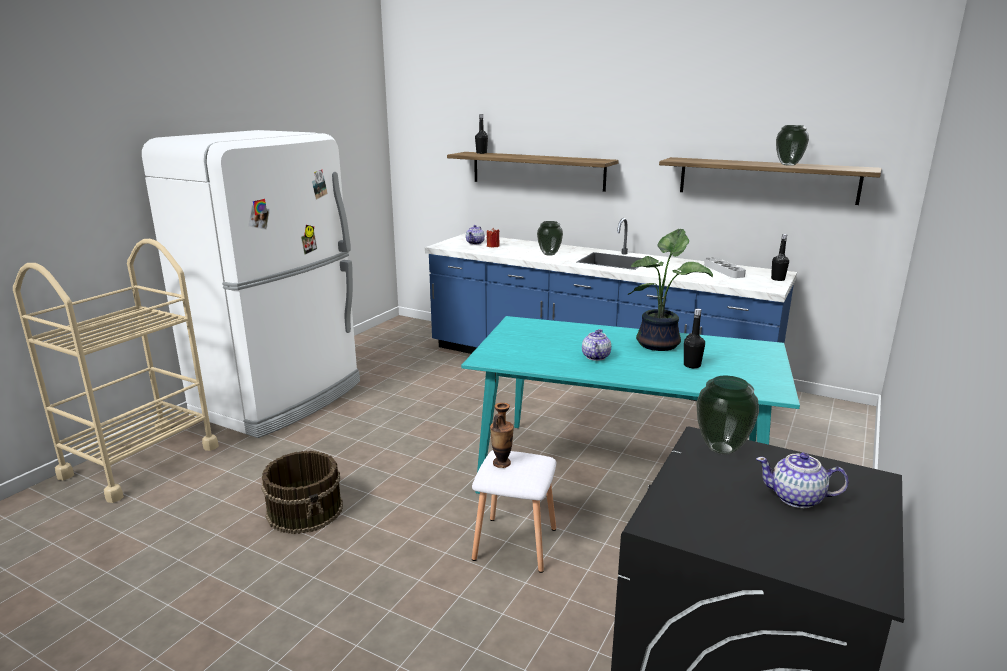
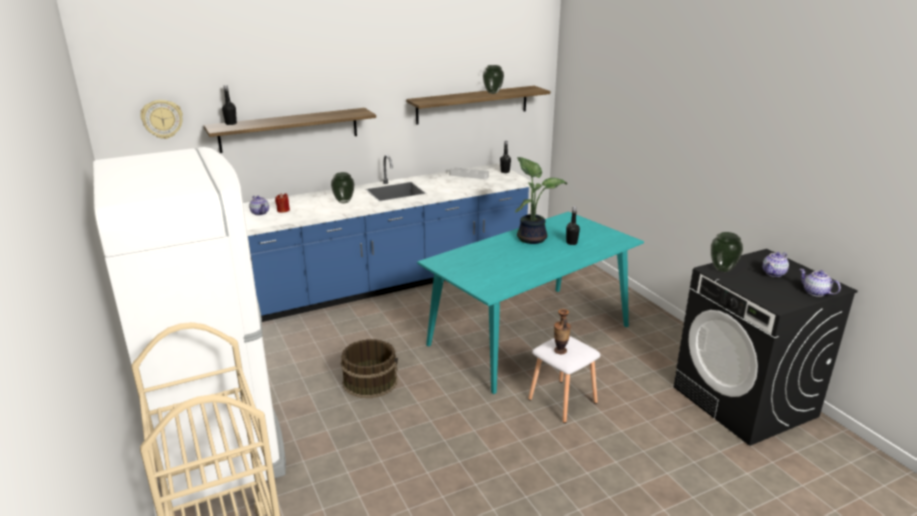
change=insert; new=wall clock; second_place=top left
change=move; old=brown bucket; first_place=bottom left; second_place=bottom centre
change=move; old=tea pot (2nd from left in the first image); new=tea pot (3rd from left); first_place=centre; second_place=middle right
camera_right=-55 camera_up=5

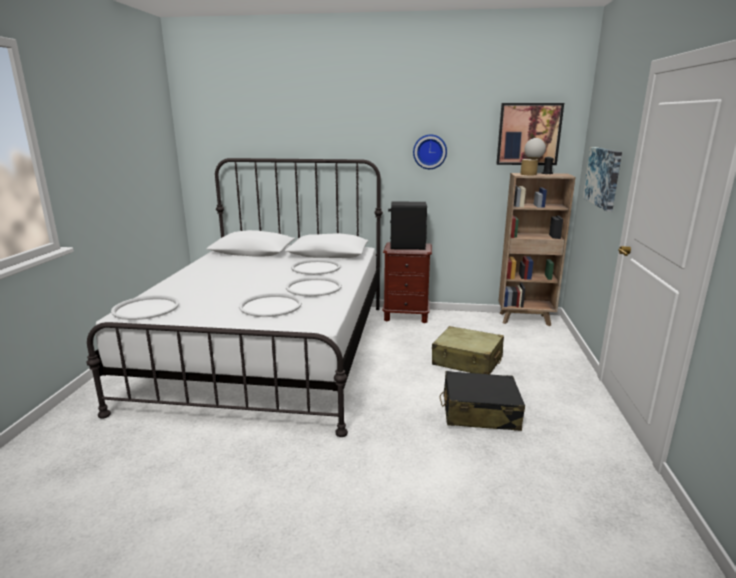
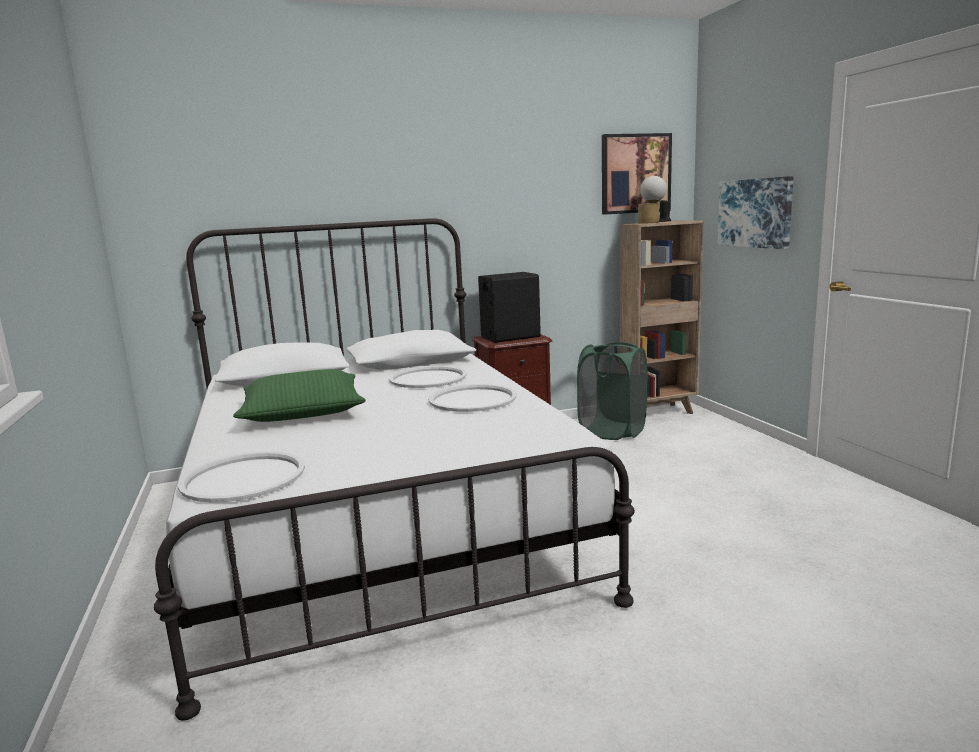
change=insert; new=green throw pillow; second_place=middle left
change=insert; new=green laundry basket; second_place=centre
change=delete; old=white-coloured carrying tray (2nd from left); first_place=centre
change=delete; old=wall clock; first_place=top centre
change=delete; old=beige suitcase; first_place=centre
change=delete; old=black suitcase; first_place=bottom centre
camera_right=-25 camera_up=-5

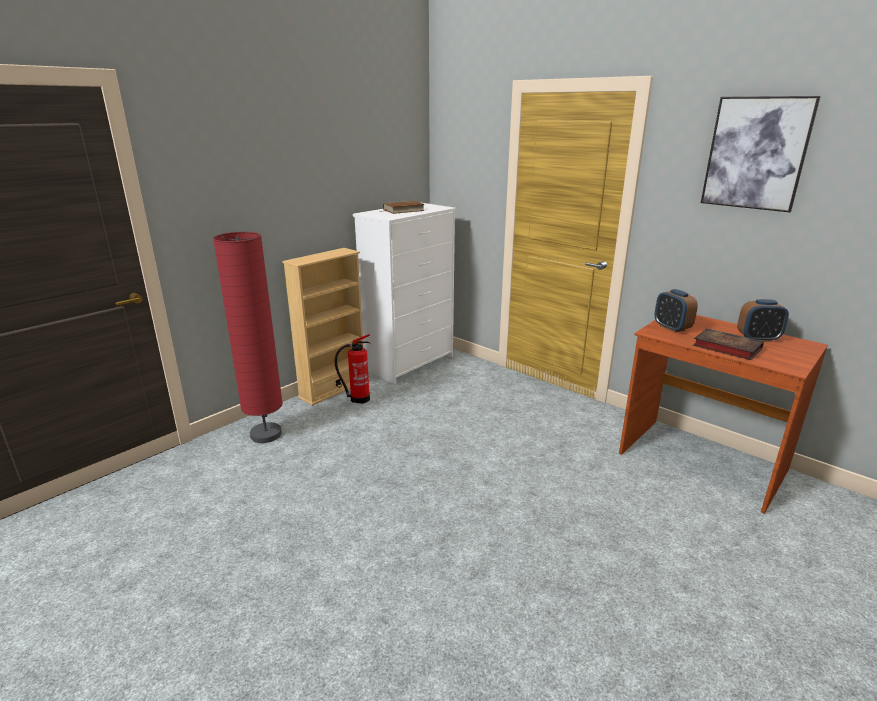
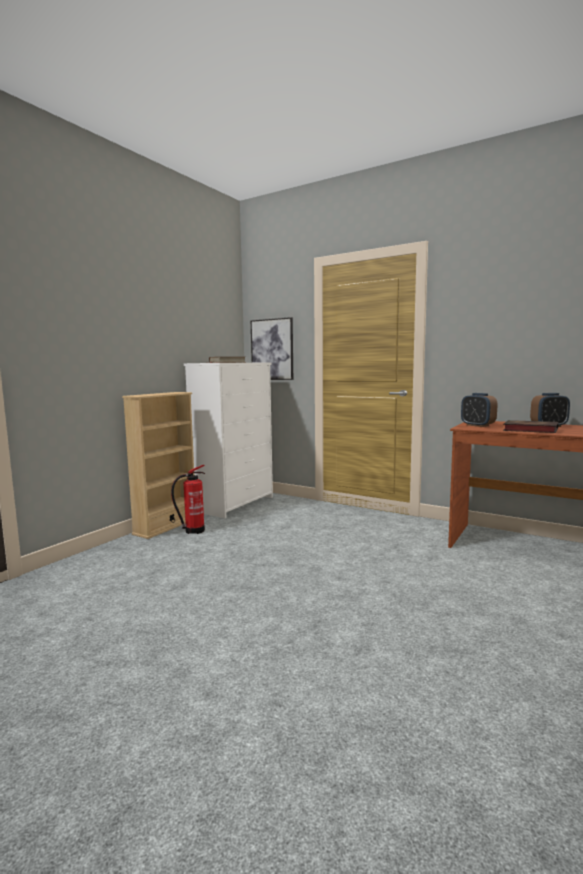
change=move; old=wall picture; first_place=top right; second_place=centre
change=delete; old=reddish floor lamp; first_place=middle left
camera_right=-10 camera_up=-15

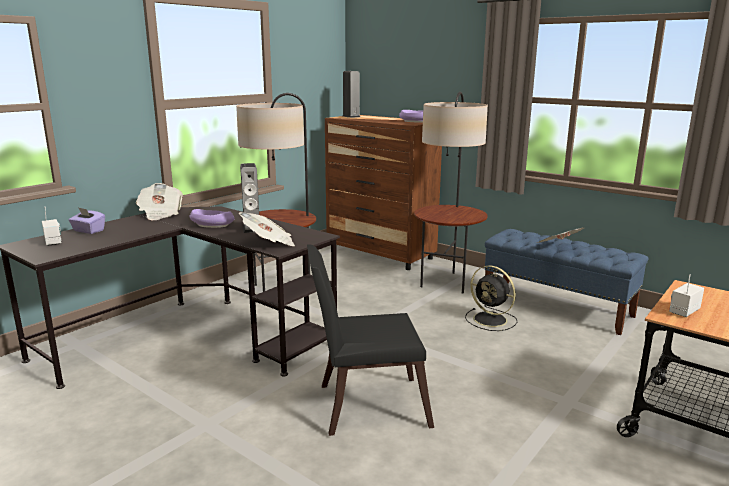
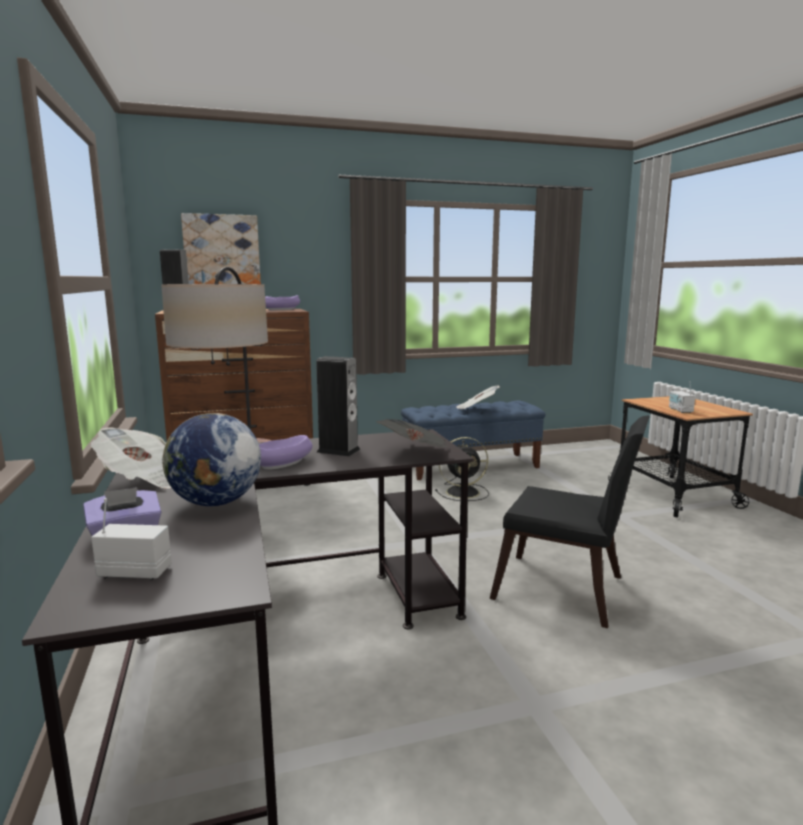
change=insert; new=desk globe; second_place=middle left
change=insert; new=wall picture; second_place=top left
change=rotate; old=black plain chair; first_place=bottom centre; second_place=middle right; degrees=-90
change=delete; old=floor lamp (2nd from left); first_place=centre
camera_right=-55 camera_up=-5

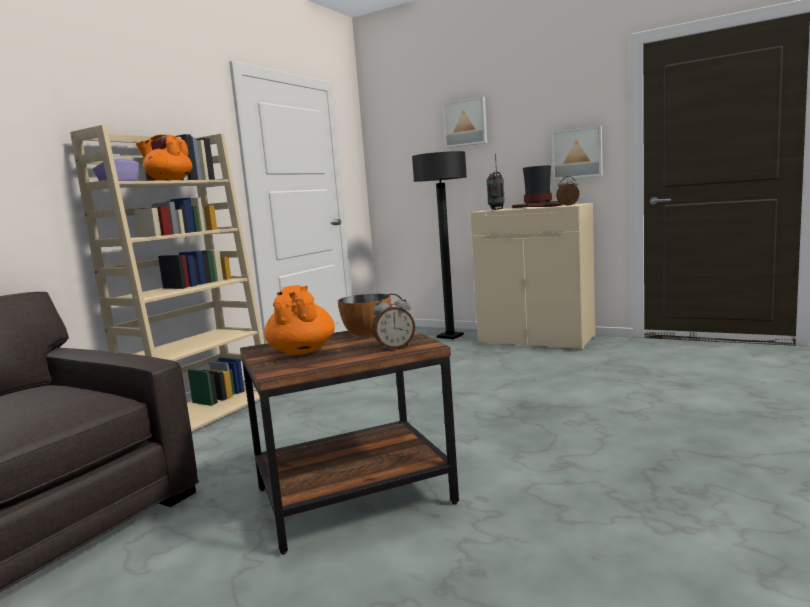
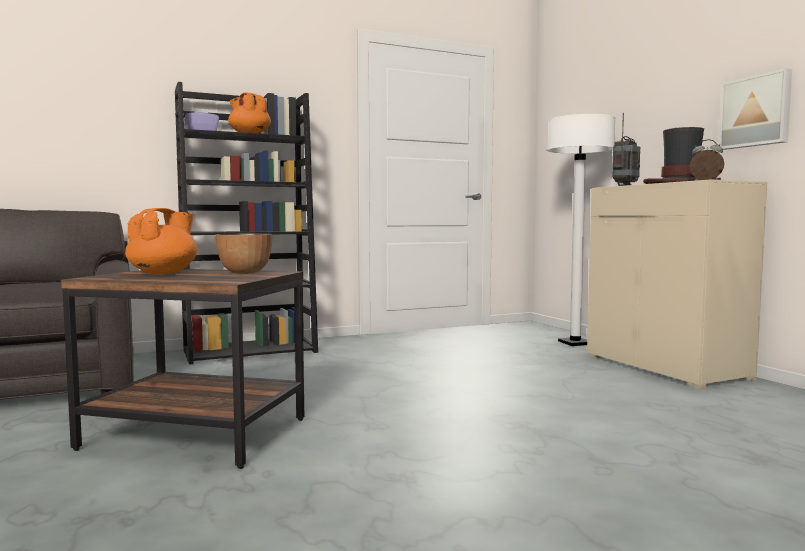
change=recolor; old=beige bookcase; new=black bookcase; first_place=middle left; second_place=middle left
change=recolor; old=black floor lamp; new=white-coloured floor lamp; first_place=centre; second_place=middle right
change=delete; old=table clock (1st from left); first_place=centre
change=delete; old=wall picture (1st from left); first_place=top centre
camera_right=35 camera_up=-5

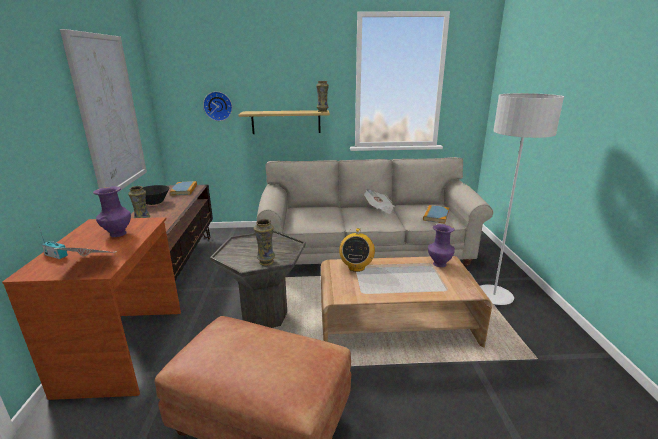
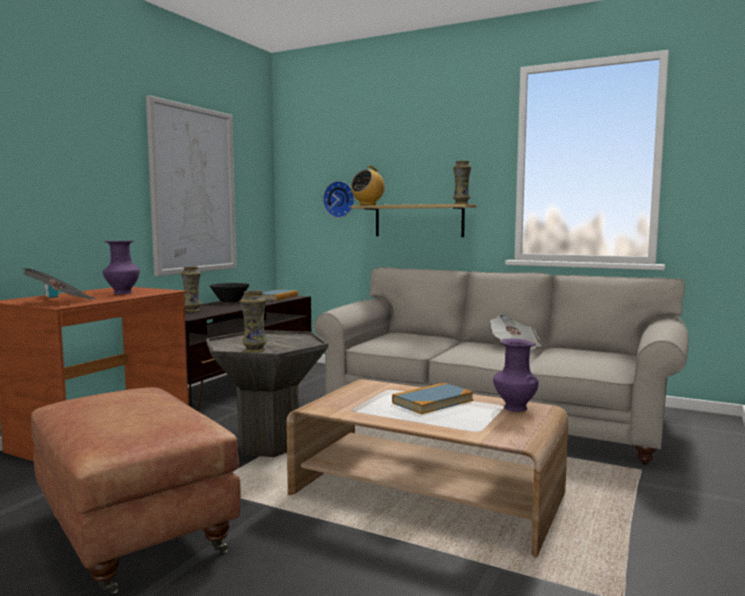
change=move; old=radio receiver (2nd from left); first_place=centre; second_place=top centre
change=move; old=bound book (2nd from left); first_place=centre; second_place=bottom centre
change=delete; old=gray floor lamp; first_place=middle right
camera_right=30 camera_up=-15

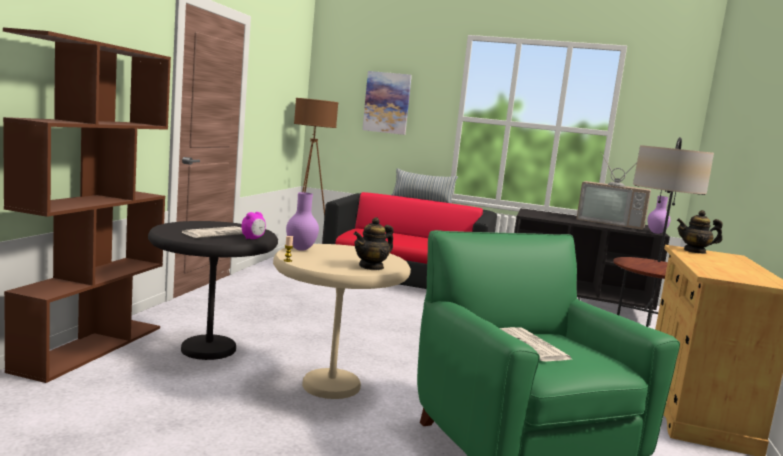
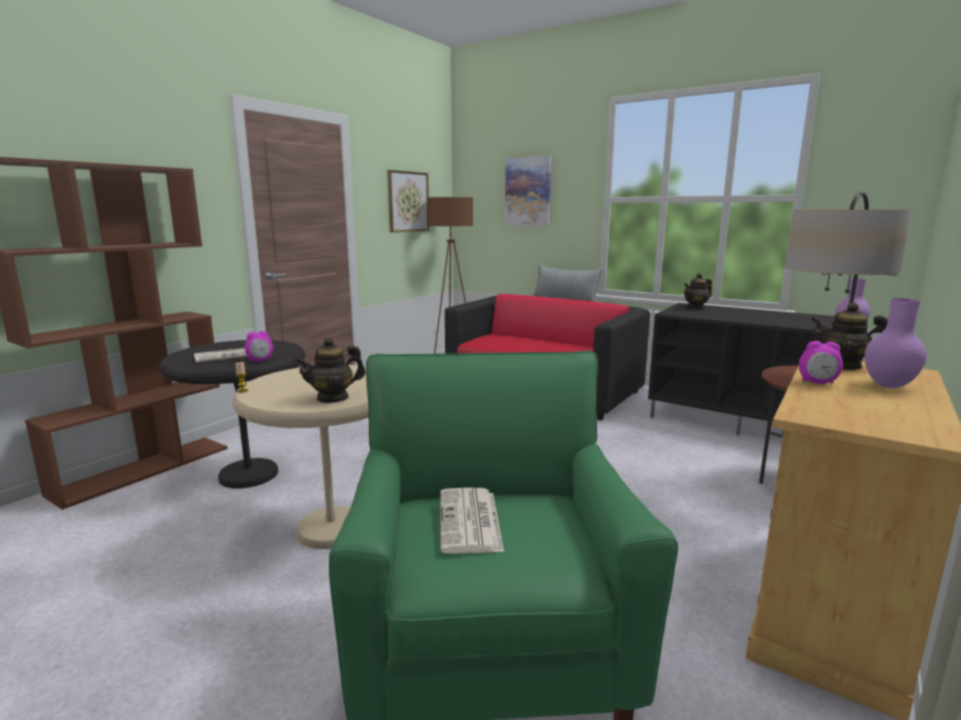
change=insert; new=wall picture (1st from left); second_place=top centre
change=insert; new=tea pot (2nd from left); second_place=middle right
change=insert; new=table clock (2nd from left); second_place=middle right
change=move; old=purple-coloured decorative vase (1st from left in the first image); new=purple-coloured decorative vase (2nd from left); first_place=centre; second_place=middle right
change=delete; old=TV set; first_place=middle right
camera_right=20 camera_up=5

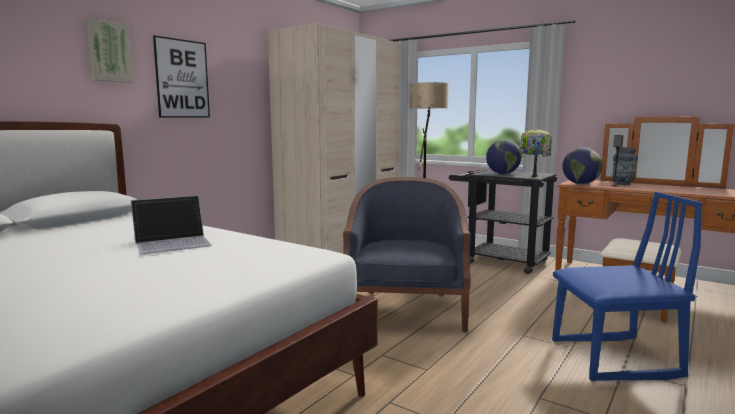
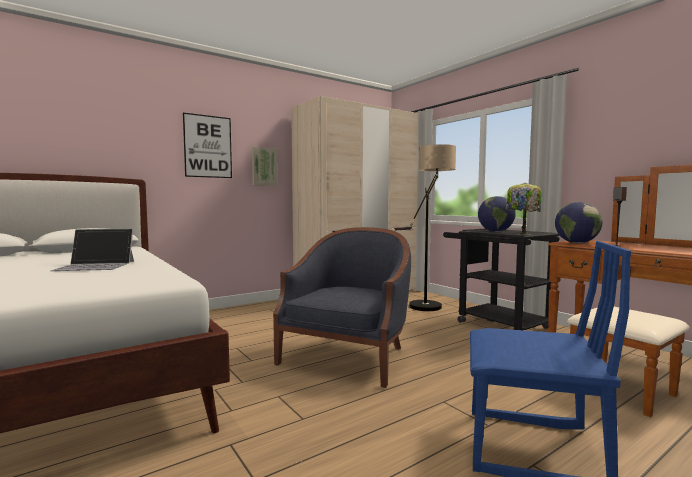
change=move; old=wall picture (1st from left in the first image); new=wall picture (2nd from left); first_place=top left; second_place=centre
change=delete; old=decorative vase; first_place=middle right
camera_right=20 camera_up=-5

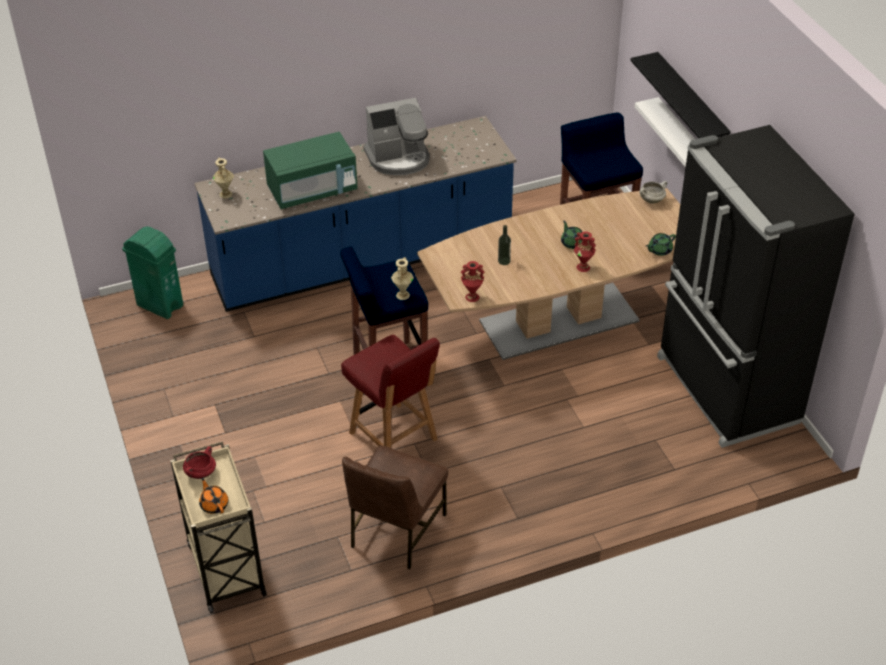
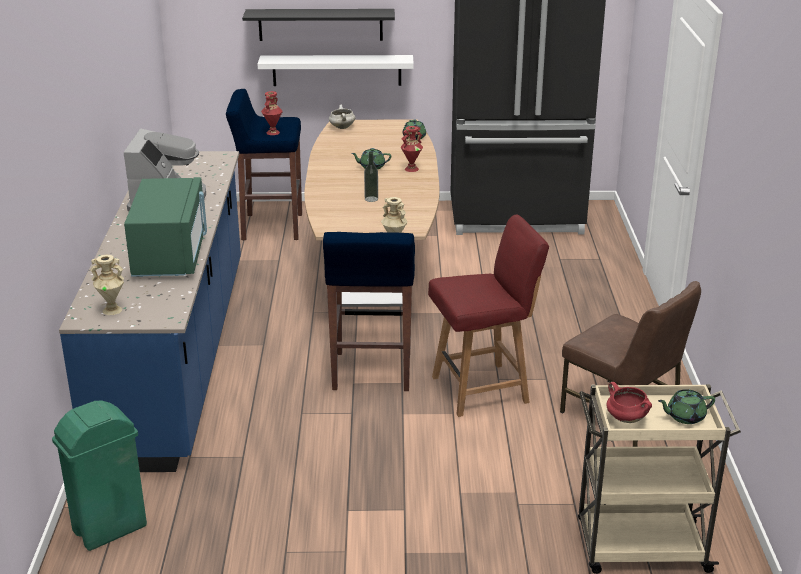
change=move; old=reddish decorative vase (1st from left); first_place=centre; second_place=top centre
change=recolor; old=orange tea pot; new=green tea pot (3rd from left); first_place=bottom left; second_place=bottom right
camera_right=-70 camera_up=-15

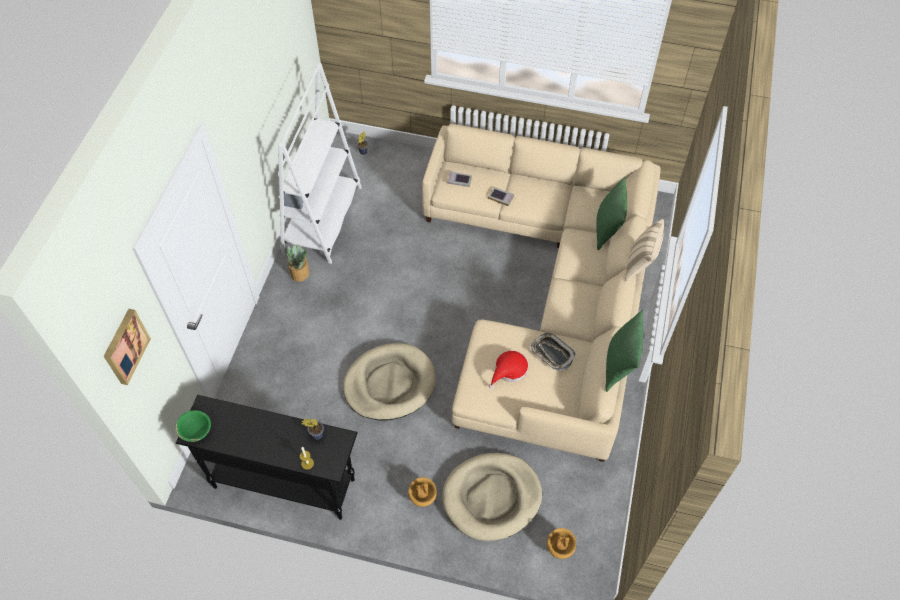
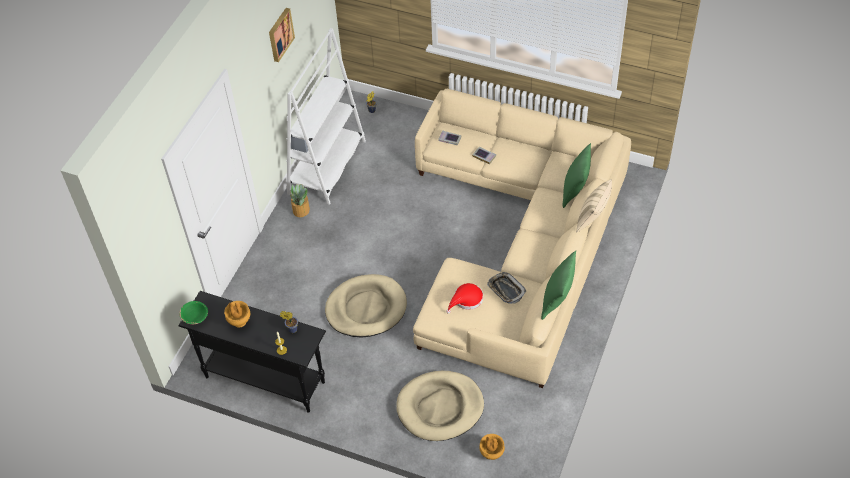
change=move; old=brown decorative vase (1st from left); first_place=bottom centre; second_place=middle left
change=move; old=wall picture; first_place=middle left; second_place=top left
camera_right=10 camera_up=-5

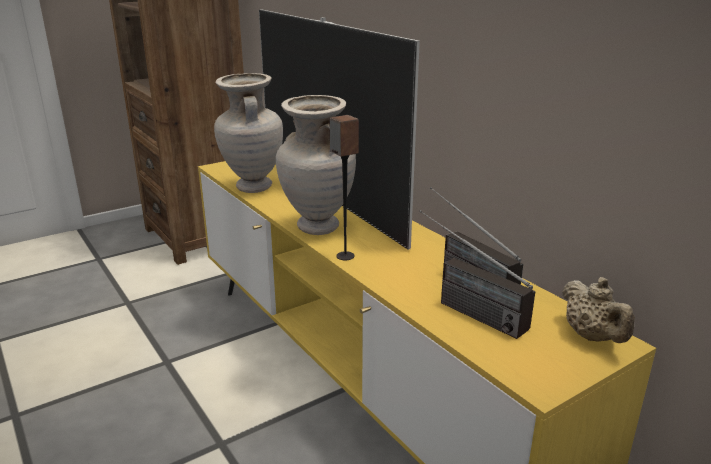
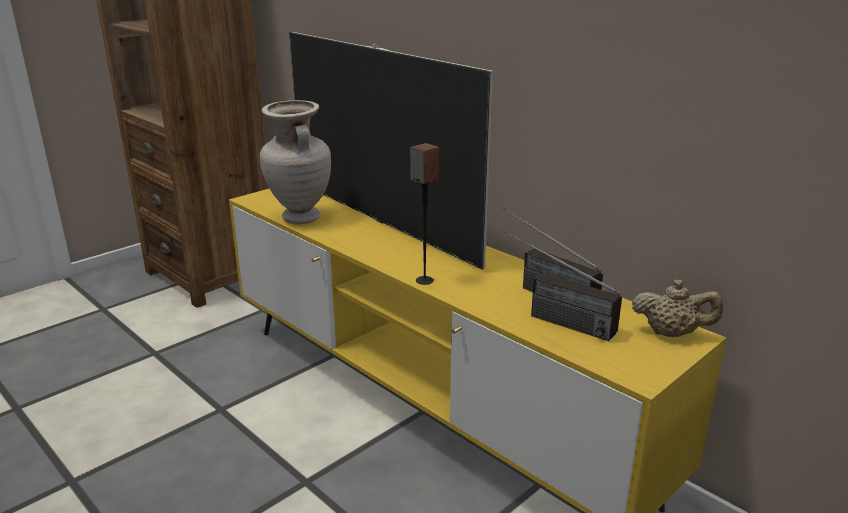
change=rotate; old=beige tea pot; first_place=bottom right; second_place=middle right; degrees=-45
change=delete; old=beige decorative vase (2nd from left); first_place=centre
camera_right=-10 camera_up=0

